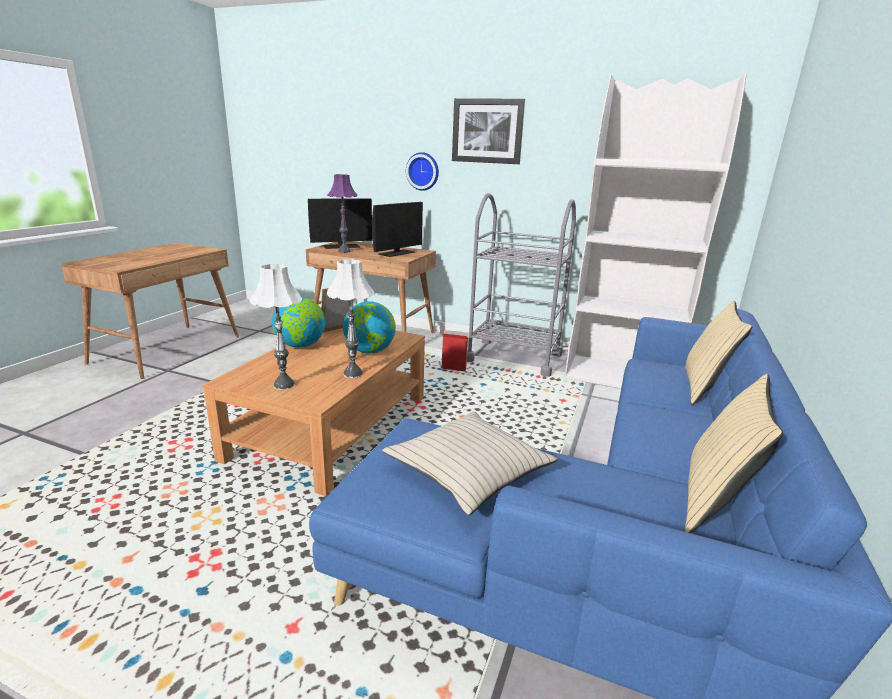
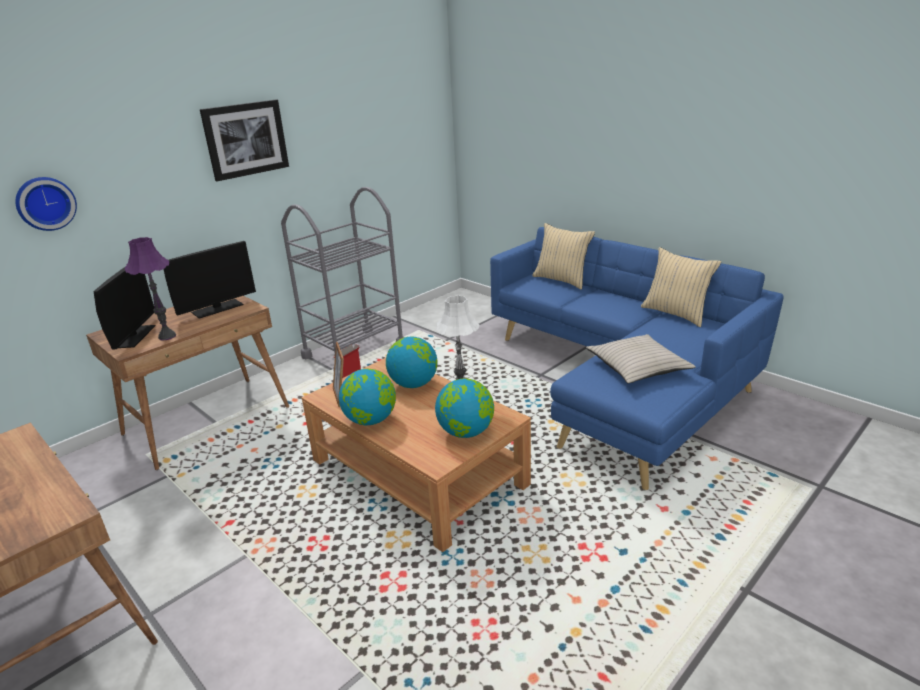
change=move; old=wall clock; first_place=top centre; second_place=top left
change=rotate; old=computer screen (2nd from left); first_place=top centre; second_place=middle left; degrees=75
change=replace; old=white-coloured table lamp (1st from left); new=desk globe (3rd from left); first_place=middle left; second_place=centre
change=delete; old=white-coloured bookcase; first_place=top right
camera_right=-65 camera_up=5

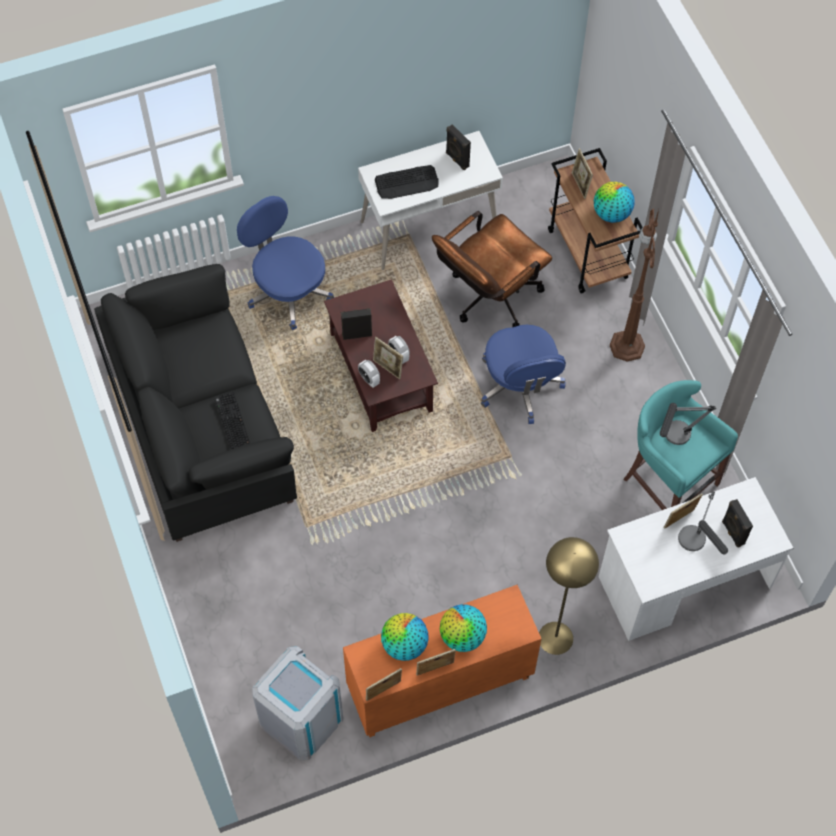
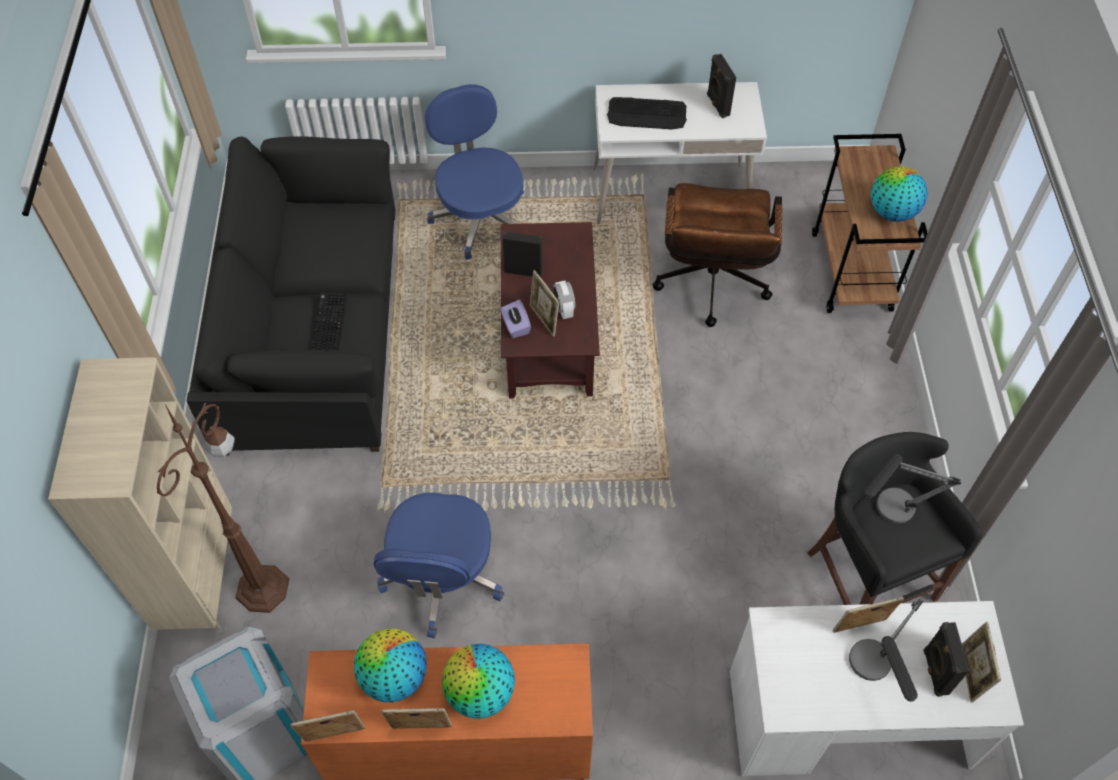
change=insert; new=beige bookcase; second_place=middle left
change=move; old=brown floor lamp; first_place=middle right; second_place=middle left
change=move; old=bluish office chair (2nd from left in the first image); new=bluish office chair (1st from left); first_place=centre; second_place=bottom centre
change=replace; old=table clock (1st from left); new=purple-coloured tissue box; first_place=centre; second_place=centre
change=rotate; old=brown office chair; first_place=top centre; second_place=top centre; degrees=-60
change=recolor; old=turquoise-coloured stool seat; new=black stool seat; first_place=middle right; second_place=middle right
change=move; old=picture frame (4th from left in the first image); new=picture frame (5th from left); first_place=top right; second_place=bottom right
change=delete; old=yellowish floor lamp; first_place=bottom right
camera_right=20 camera_up=-5

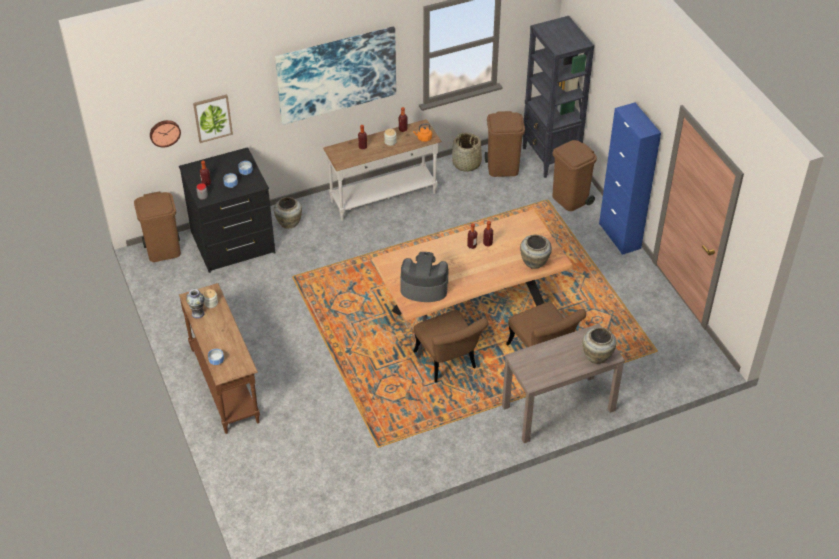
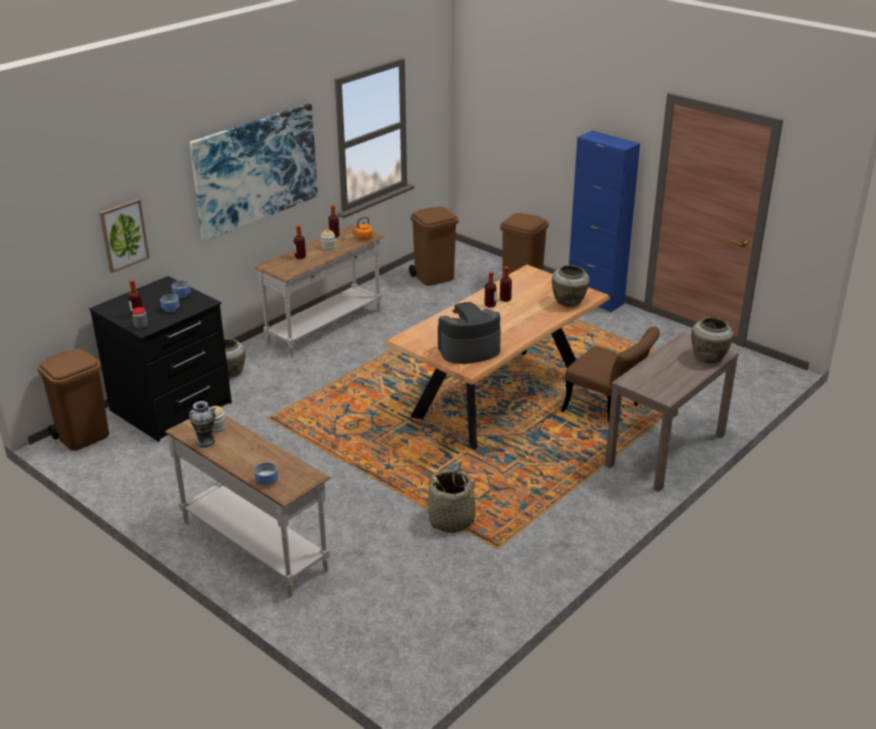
change=recolor; old=brown hall table (1st from left); new=white-coloured hall table (1st from left); first_place=middle left; second_place=bottom left
change=move; old=basket; first_place=top centre; second_place=bottom centre
change=delete; old=wall clock; first_place=top left
change=delete; old=brown plain chair (1st from left); first_place=centre
change=delete; old=black bookcase; first_place=top centre
camera_right=-25 camera_up=-15

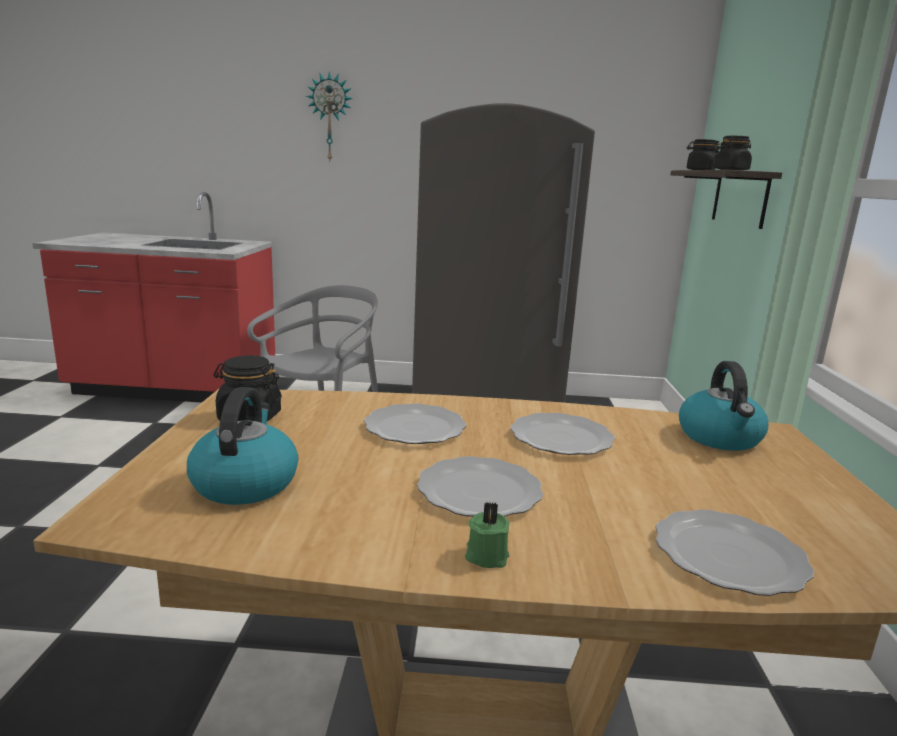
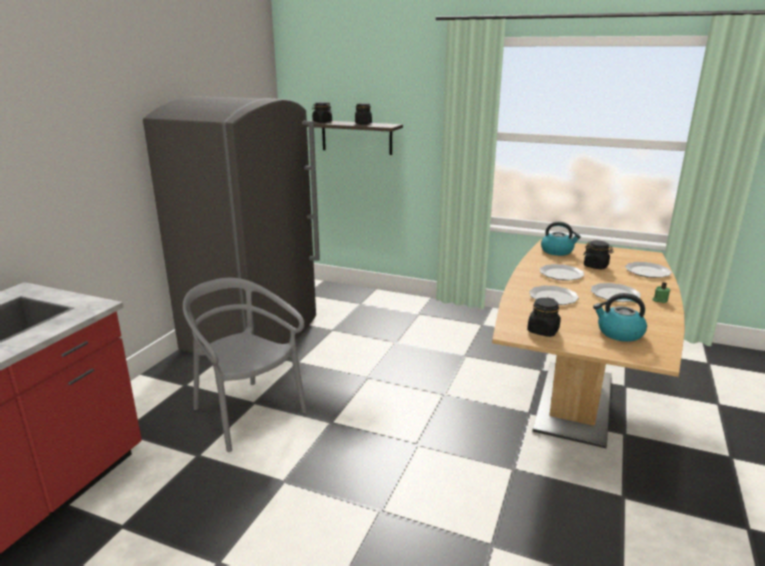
change=insert; new=black storage jar (4th from left); second_place=middle right
change=delete; old=wall clock; first_place=top centre
camera_right=-70 camera_up=5

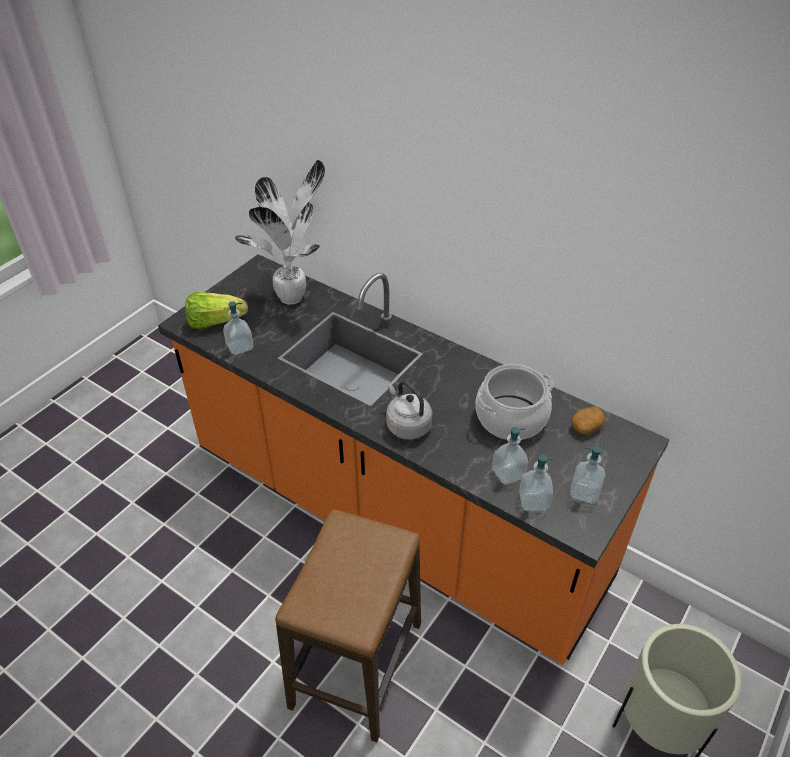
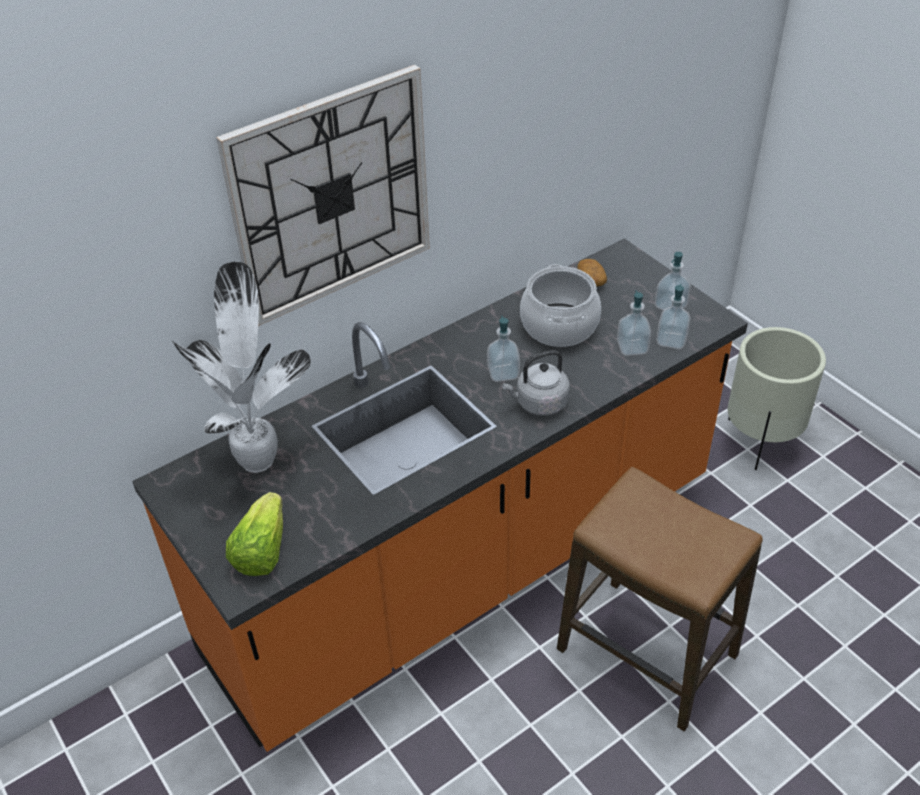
change=insert; new=wall clock; second_place=top centre
change=move; old=liquid soap bottle (1st from left); first_place=middle left; second_place=centre
camera_right=-70 camera_up=0

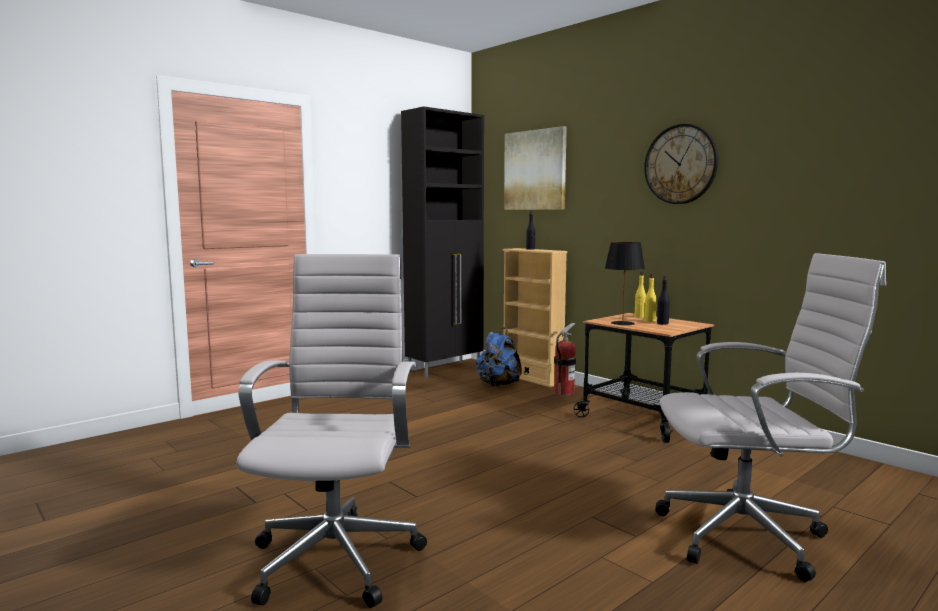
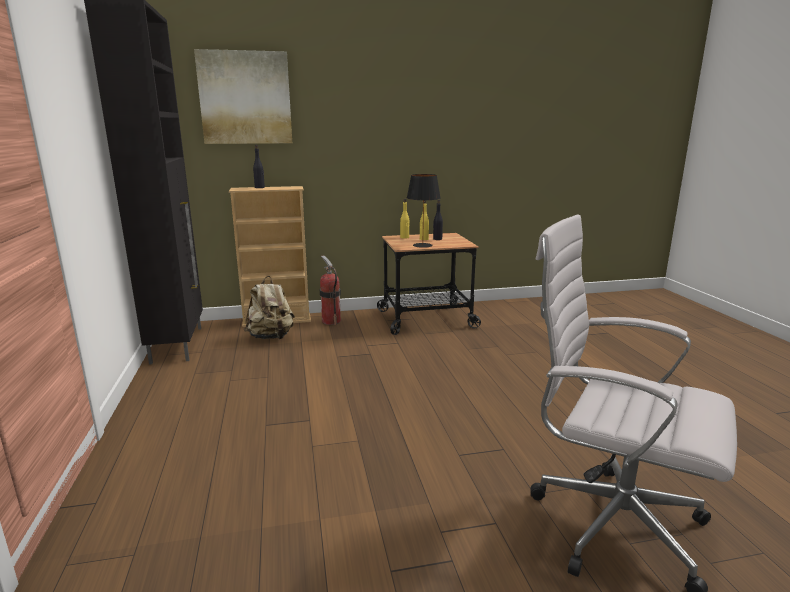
change=recolor; old=bluish rucksack; new=beige rucksack; first_place=centre; second_place=centre
change=delete; old=wall clock; first_place=top right
change=delete; old=white-coloured office chair (2nd from left); first_place=bottom right
camera_right=-60 camera_up=10

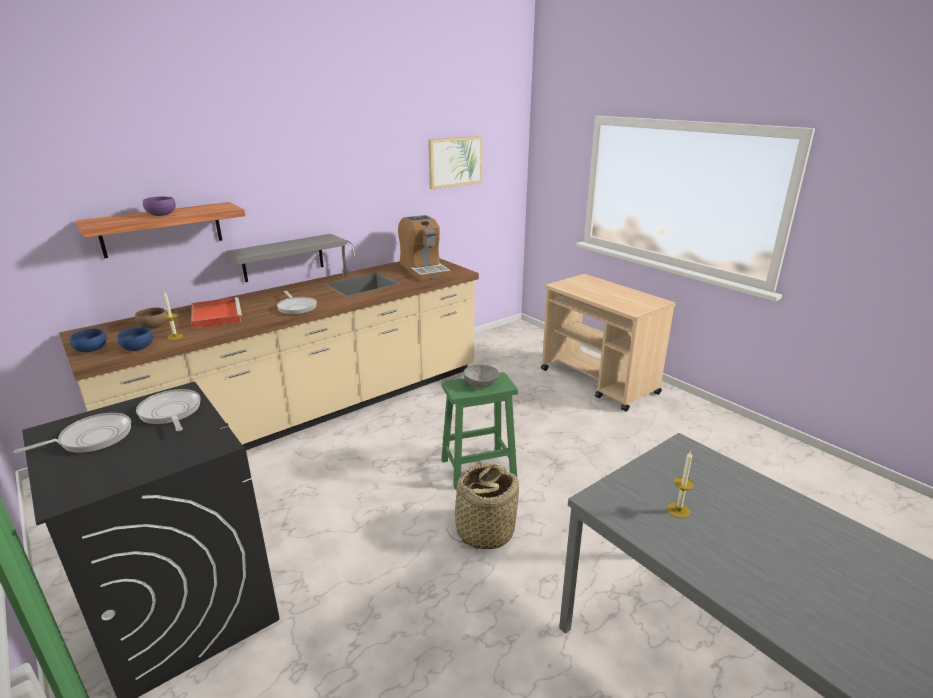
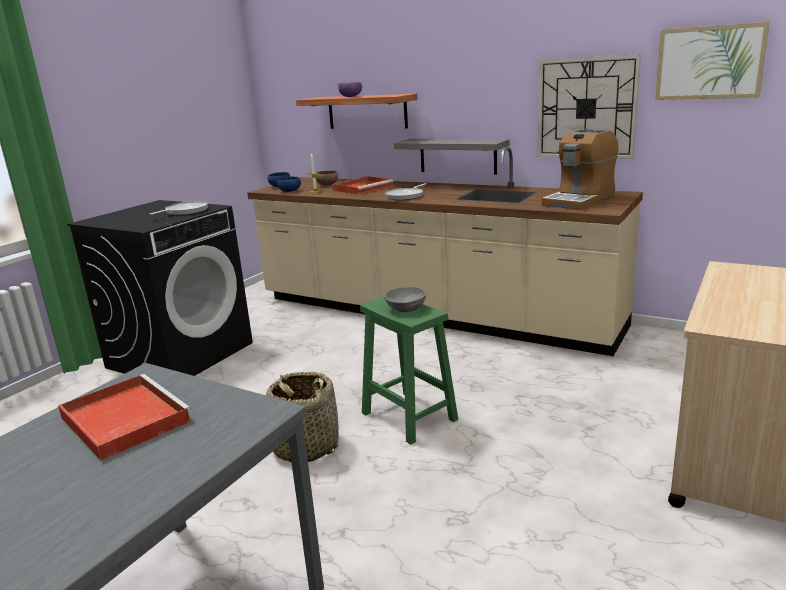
change=replace; old=wax light (2nd from left); new=reddish carrying tray (1st from left); first_place=bottom right; second_place=bottom left
change=insert; new=wall clock; second_place=top right
change=delete; old=pan (1st from left); first_place=middle left
camera_right=70 camera_up=-5

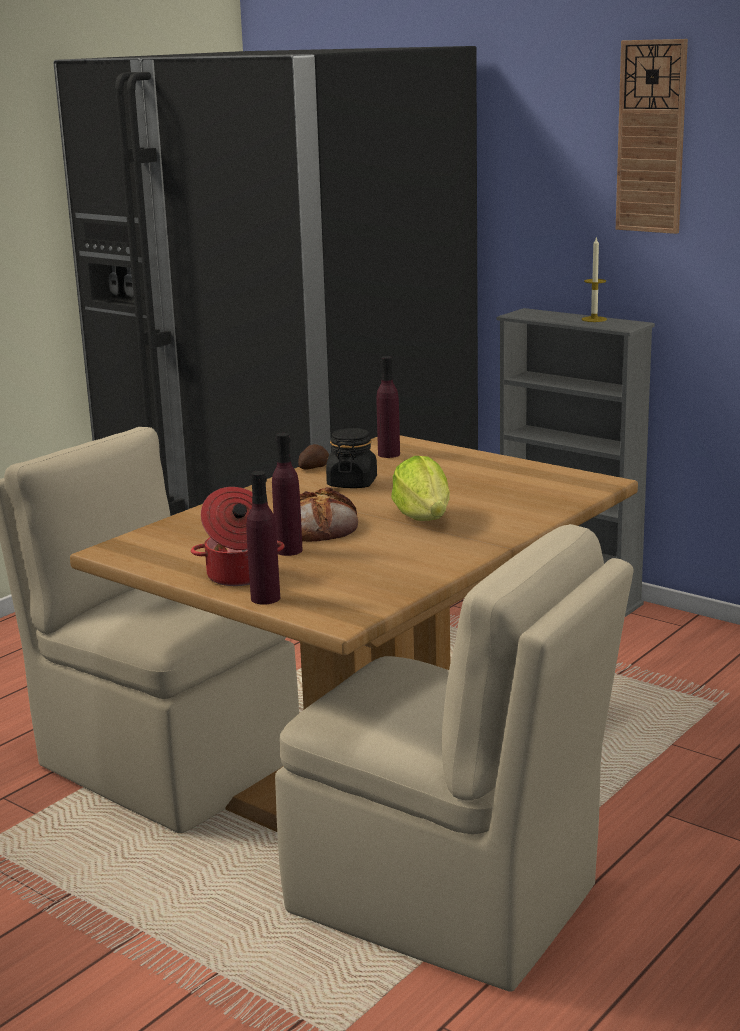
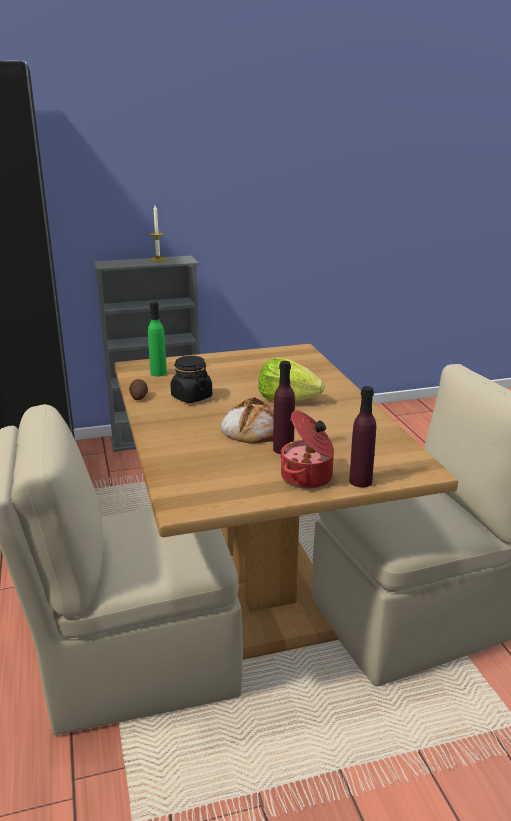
change=recolor; old=purple-coloured beverage bottle (3rd from left); new=green beverage bottle; first_place=centre; second_place=middle left
change=delete; old=wall clock; first_place=top right
camera_right=-55 camera_up=5

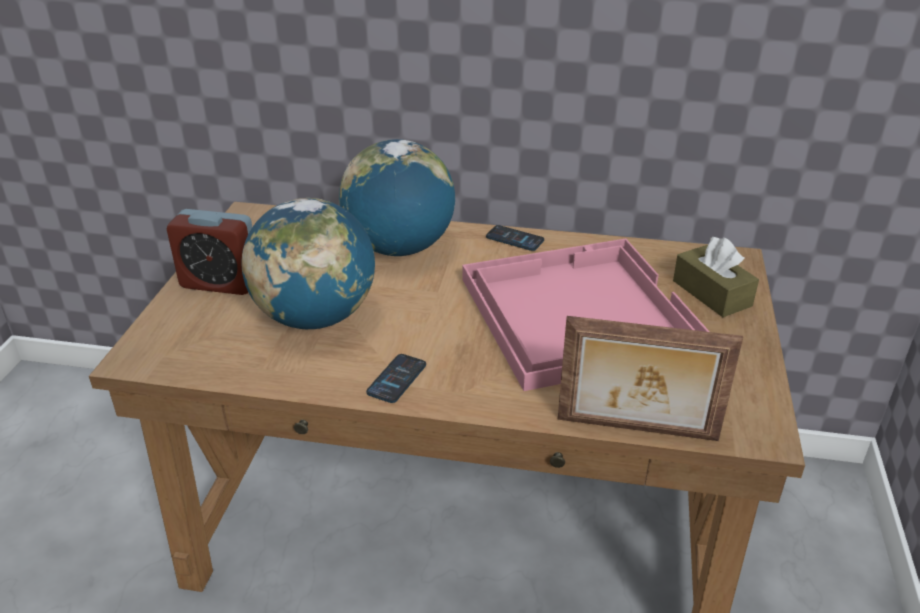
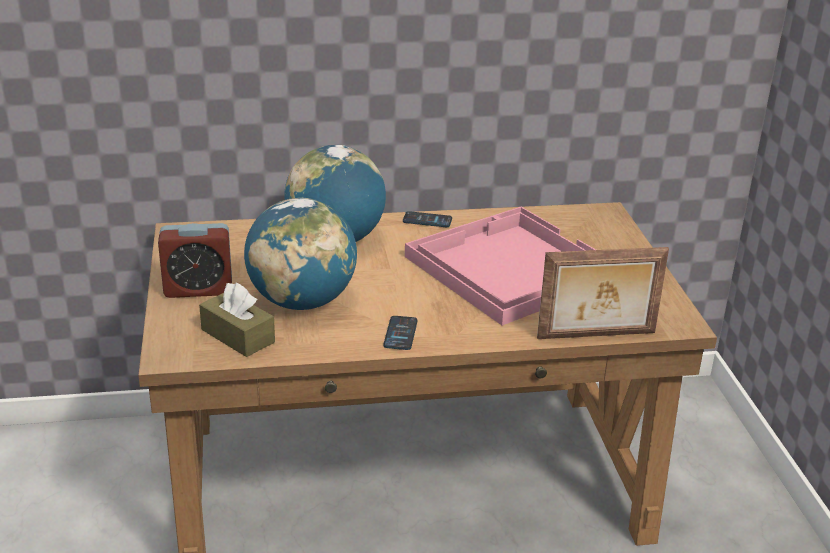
change=move; old=brown tissue box; first_place=middle right; second_place=middle left
camera_right=-20 camera_up=-5

